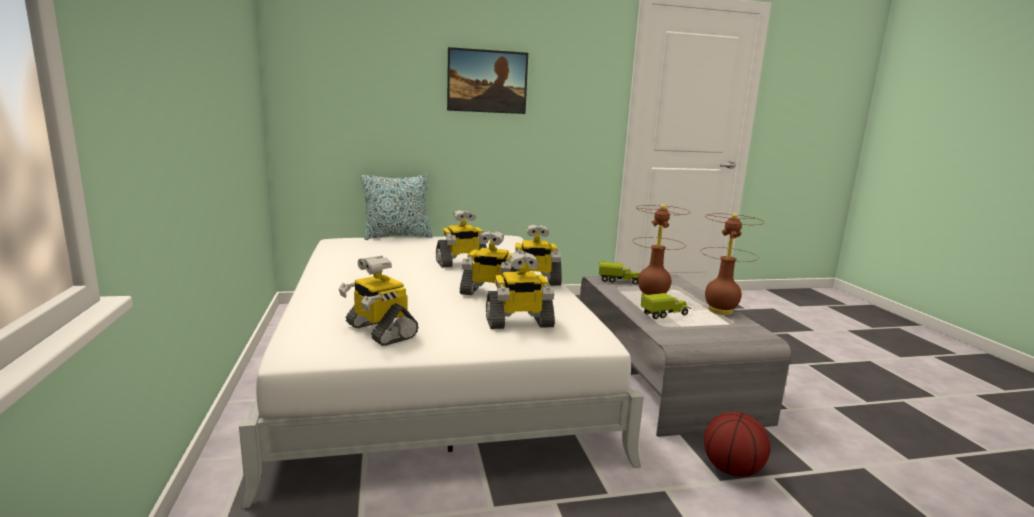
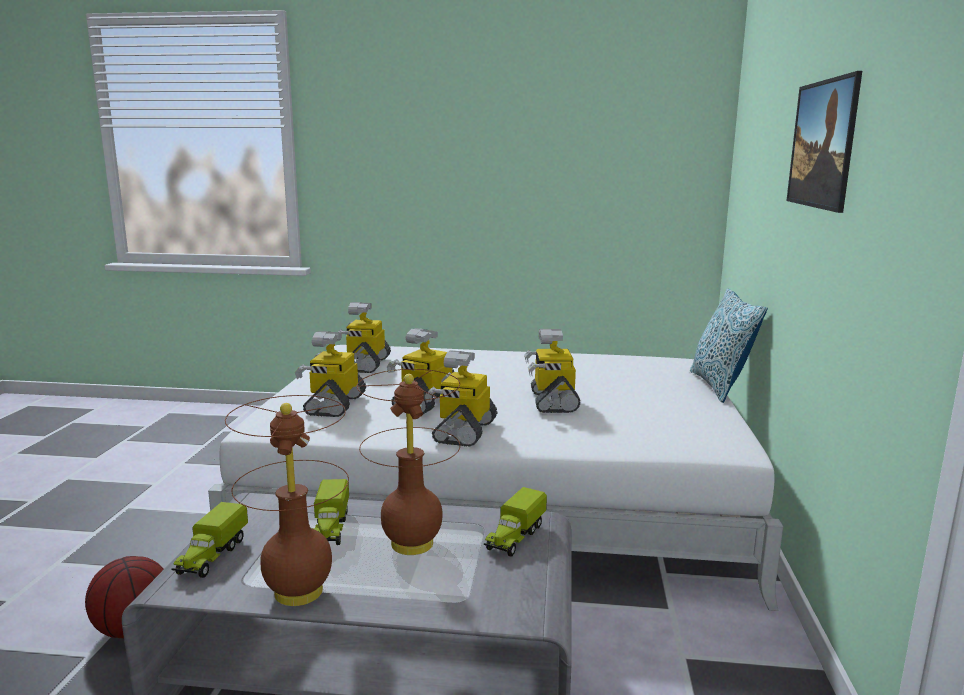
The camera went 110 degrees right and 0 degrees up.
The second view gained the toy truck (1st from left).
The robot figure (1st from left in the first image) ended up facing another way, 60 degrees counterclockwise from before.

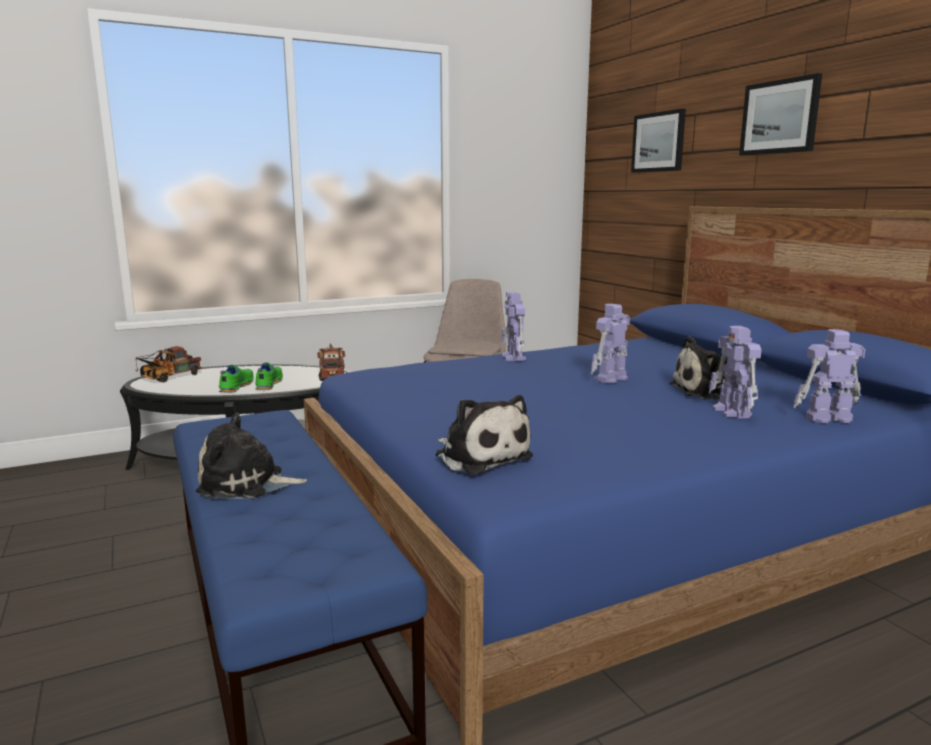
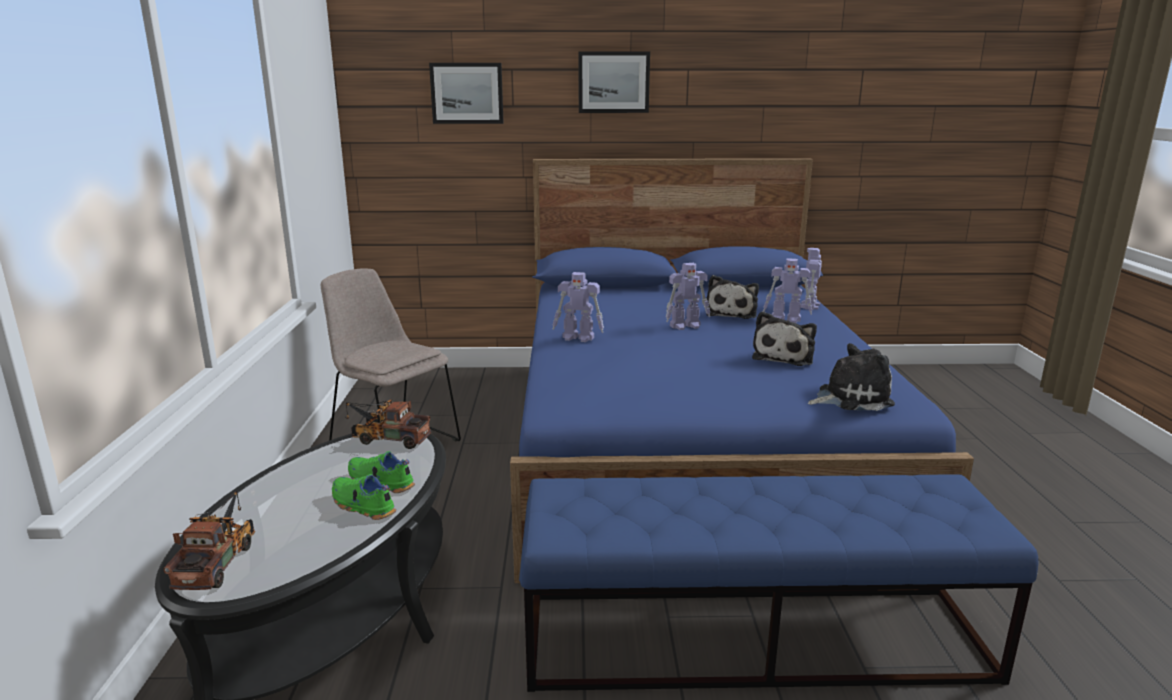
The camera went 65 degrees left and 5 degrees up.
The toy truck (1st from left) ended up facing another way, 150 degrees counterclockwise from before.
The robot figure (2nd from left) ended up facing another way, 90 degrees counterclockwise from before.
The plush toy (1st from left in the first image) ended up elsewhere.

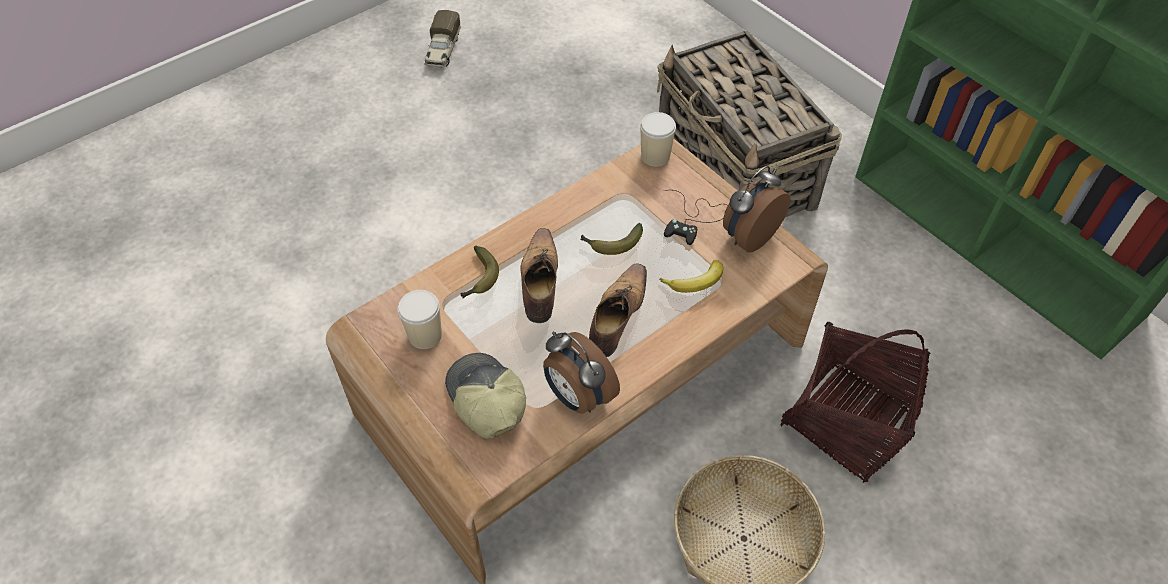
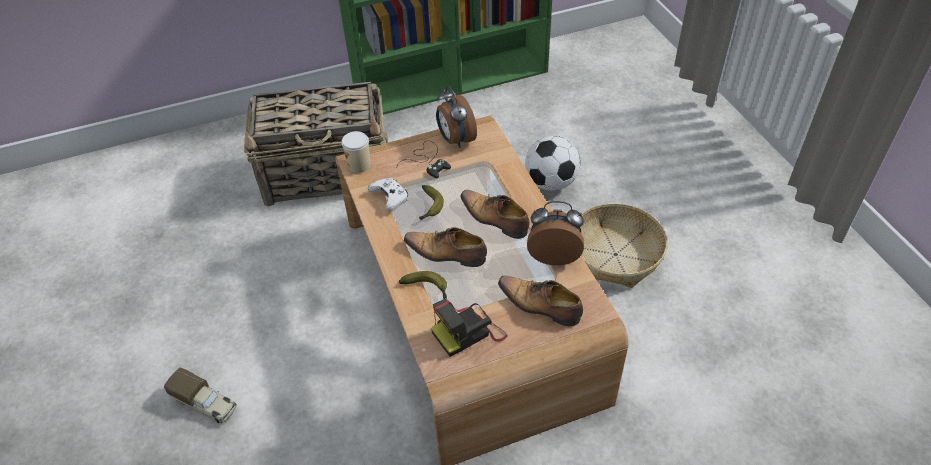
The camera went 70 degrees left and 5 degrees down.
The toy truck ended up elsewhere.
The second view gained the game controller/white-coloured.
Where the cup (1st from left) stood, the still camera came to stand.
Where the peaked cap stood, the item of footwear (3rd from left) came to stand.
Where the storage basket (3rd from left) stood, the football came to stand.
The bedside clock (1st from left in the first image) ended up facing another way, 150 degrees counterclockwise from before.
The second view lost the banana fruit (3rd from left).

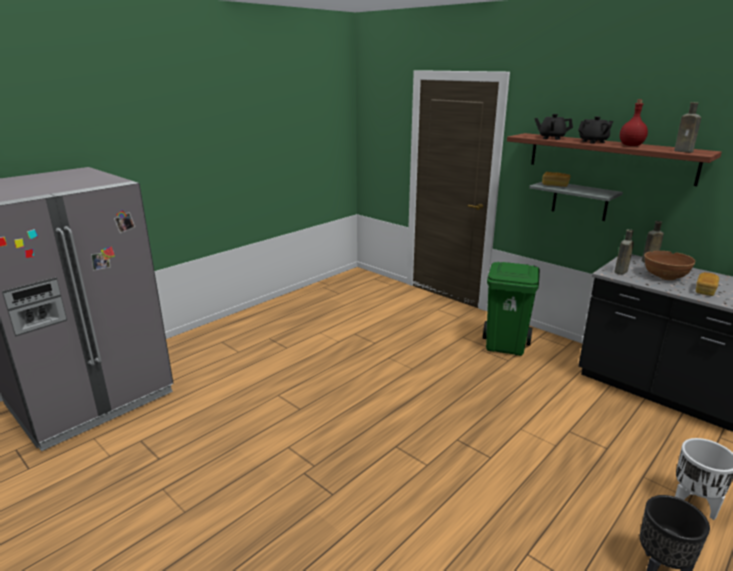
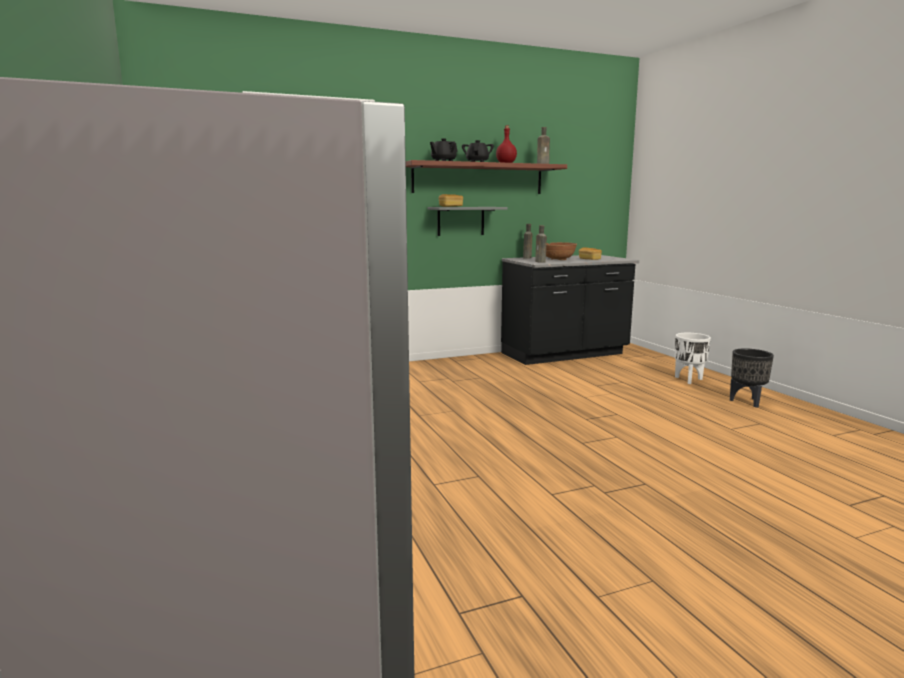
The camera went 65 degrees left and 10 degrees down.
The second view lost the trash can/greenish.

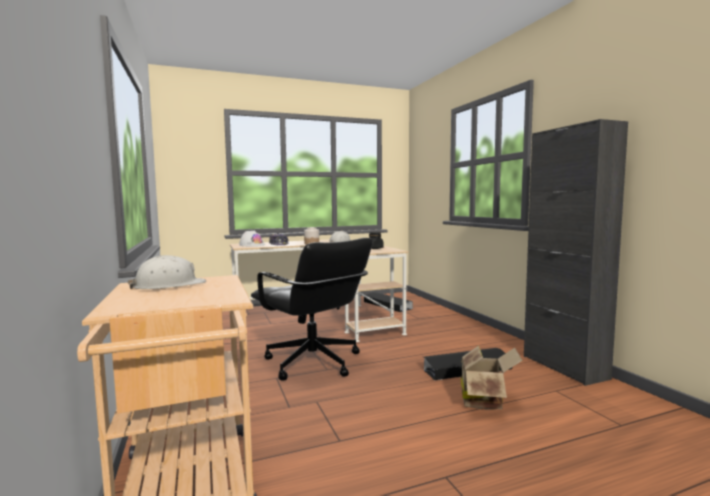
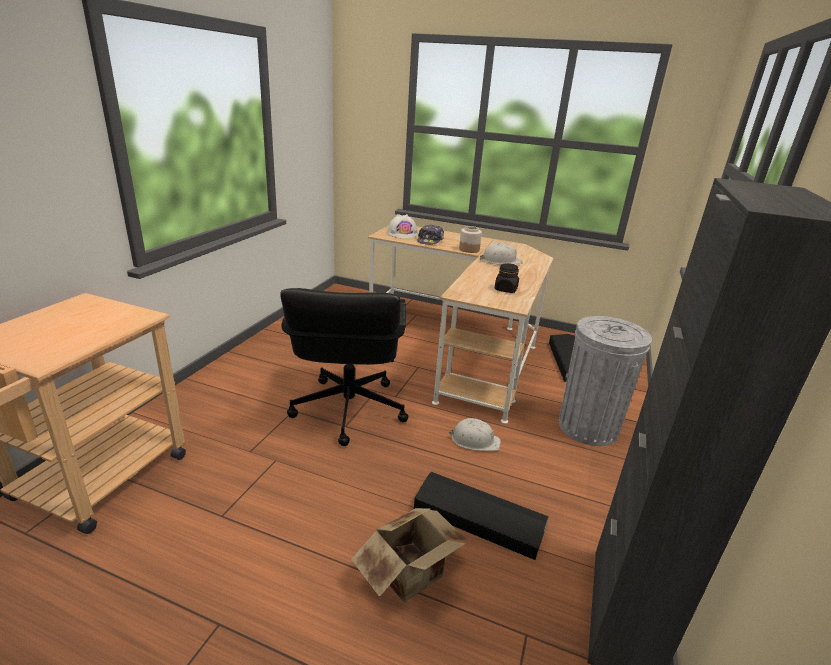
The camera went 40 degrees right and 20 degrees up.
The safety helmet/white-coloured (1st from left in the first image) ended up elsewhere.
The second view gained the trash can/grey.

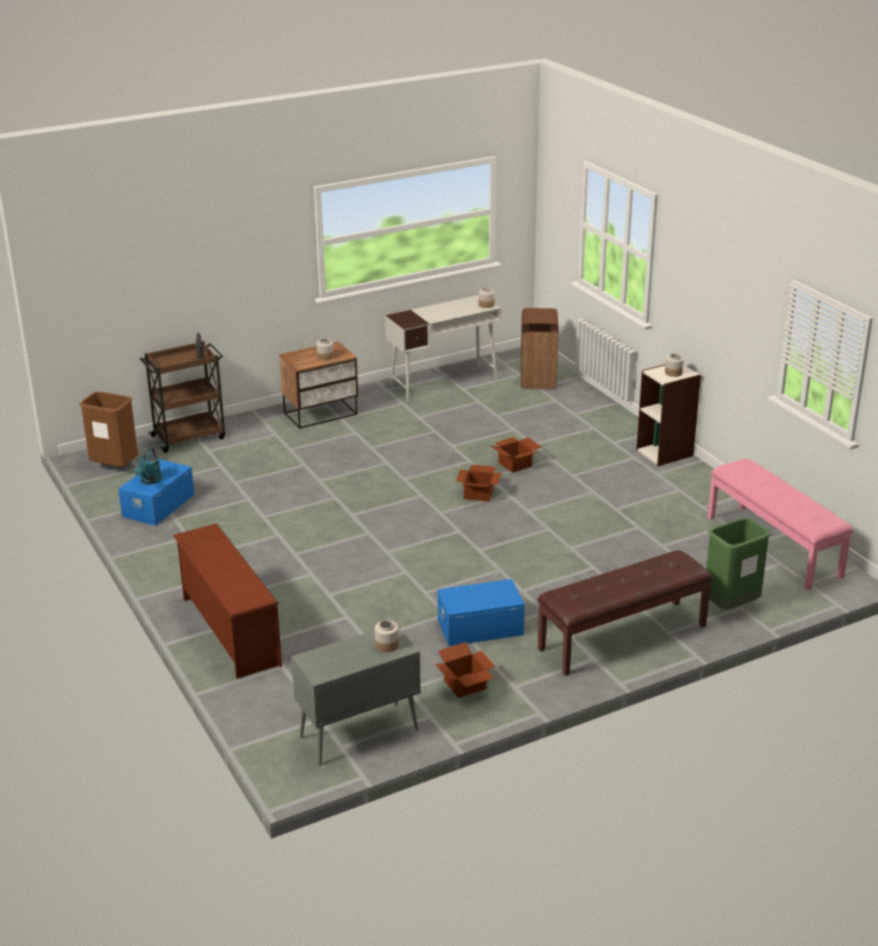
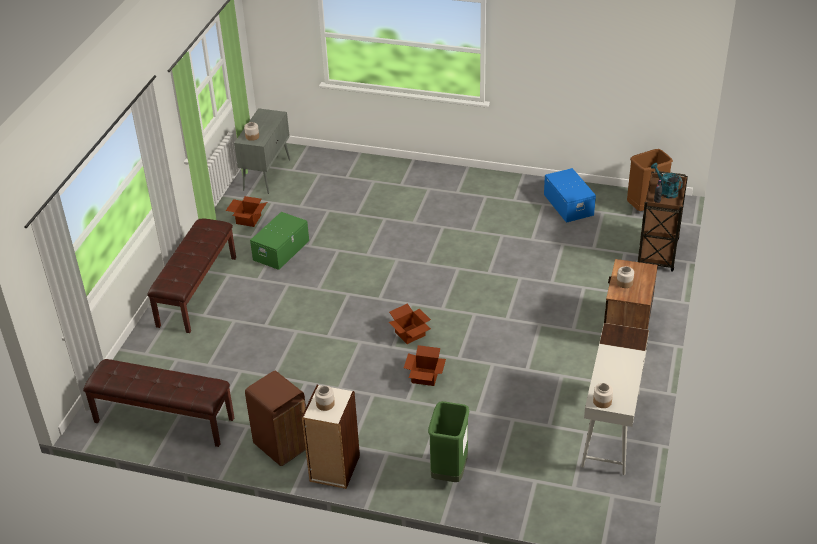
The camera went 135 degrees right and 10 degrees up.
What was the long seat/pink turned into the long seat/brownish (1st from left).
The trash can/brownish (2nd from left in the first image) ended up elsewhere.
What was the storage container/blue-coloured (2nd from left) turned into the storage container/greenish.
The trash can/greenish ended up elsewhere.
The watering pot/blue-green ended up elsewhere.
The second view lost the shoe stand/brownish.

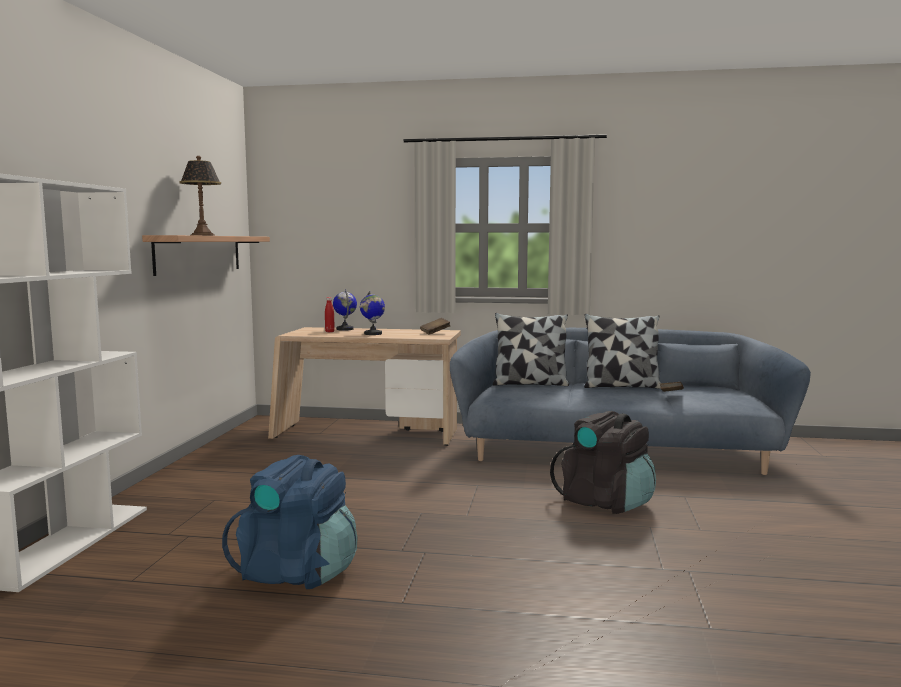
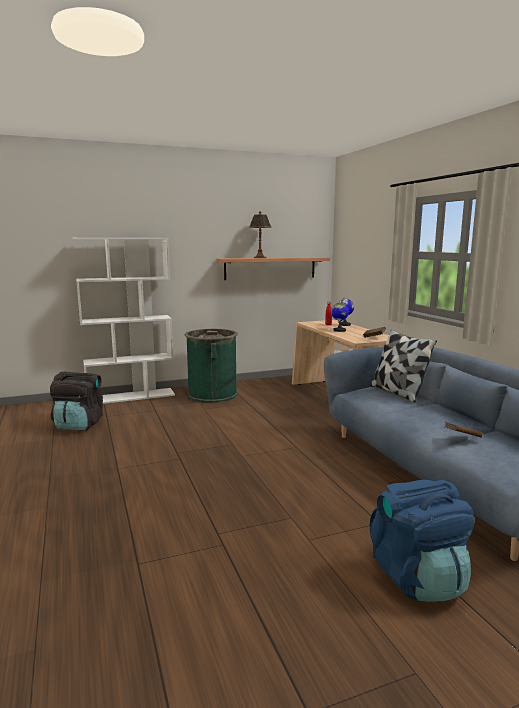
The camera went 60 degrees right and 5 degrees up.
The rucksack/black ended up elsewhere.
The second view gained the trash can/greenish.
The rucksack/blue-coloured ended up elsewhere.
The second view lost the cushion (2nd from left).

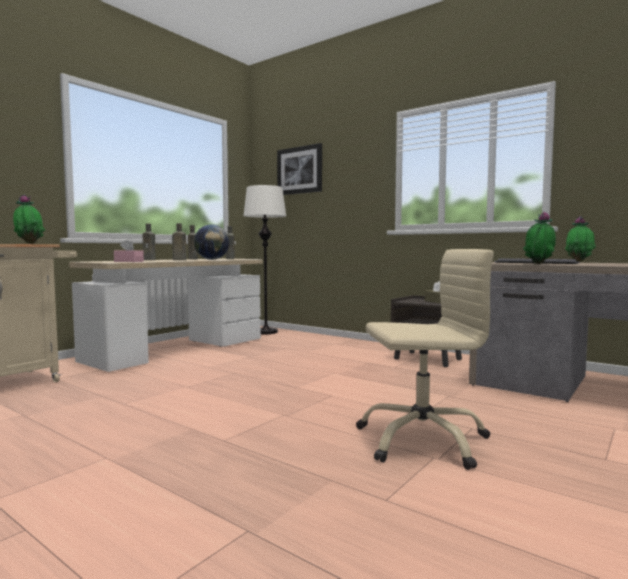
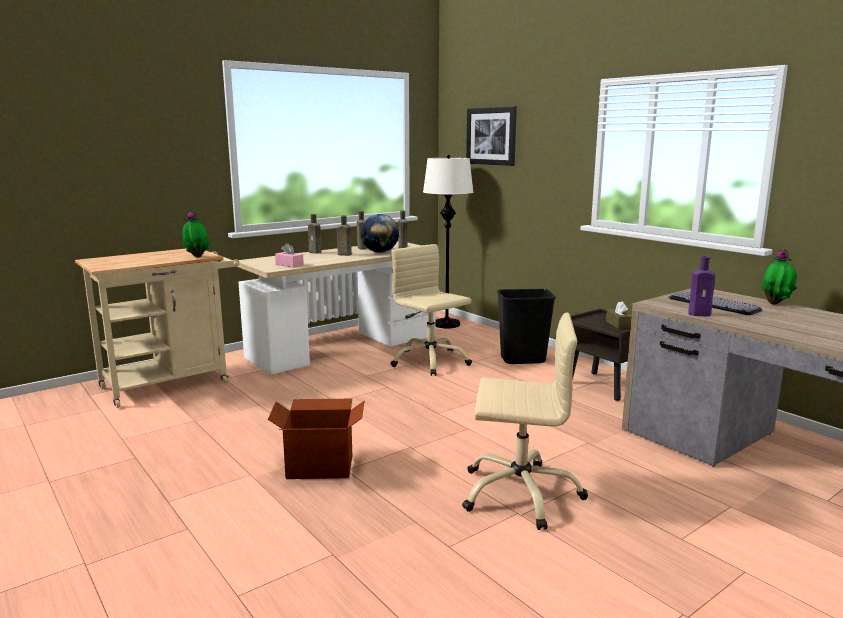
The camera went 15 degrees right and 10 degrees up.
The second view gained the carton.
The second view gained the computer chair/sand-coloured (1st from left).
The second view gained the trash can/black.
Where the houseplant (2nd from left) stood, the beverage bottle/purple came to stand.

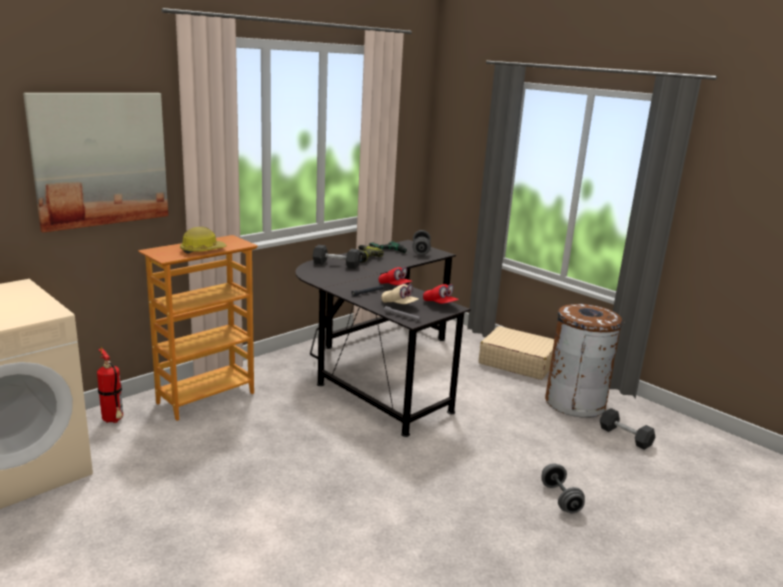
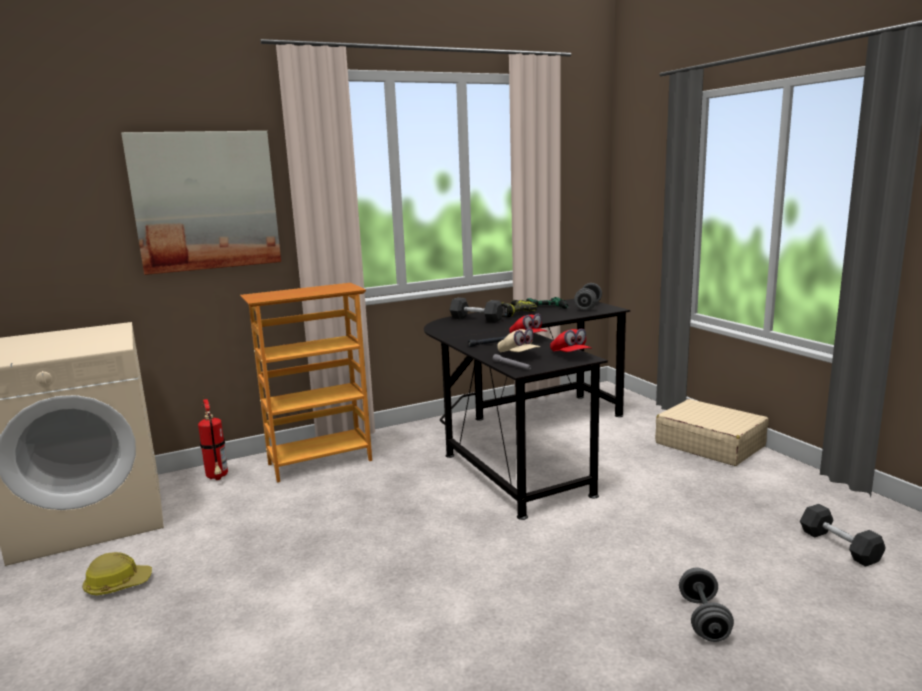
The camera went 20 degrees right and 5 degrees down.
The safety helmet ended up elsewhere.
The second view lost the trash can/brownish.

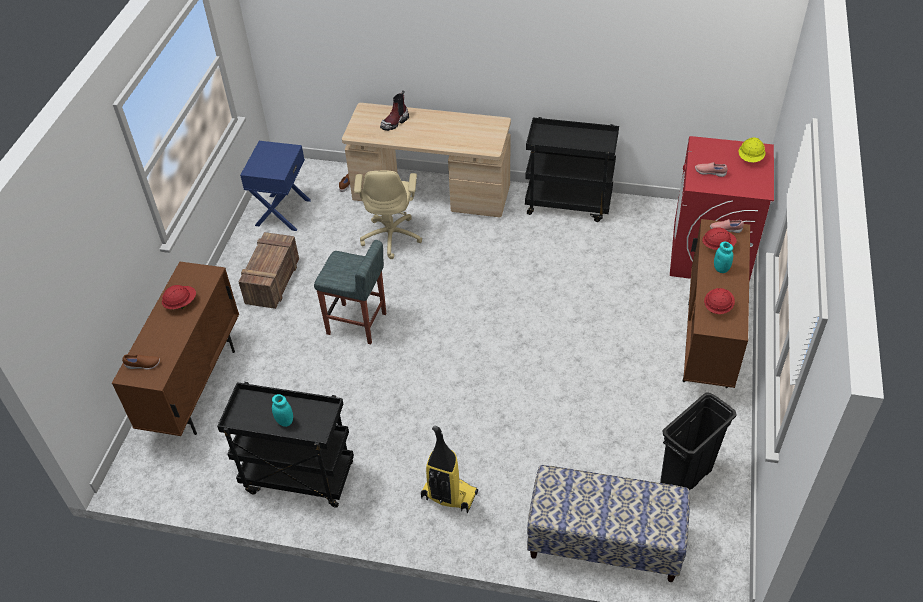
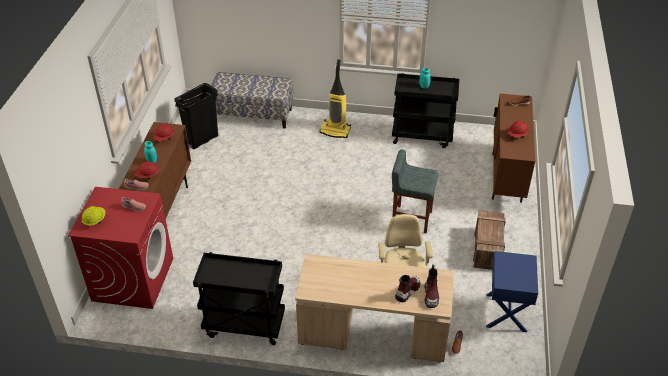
The camera went 175 degrees right and 5 degrees down.
The second view gained the tall boot (2nd from left).

